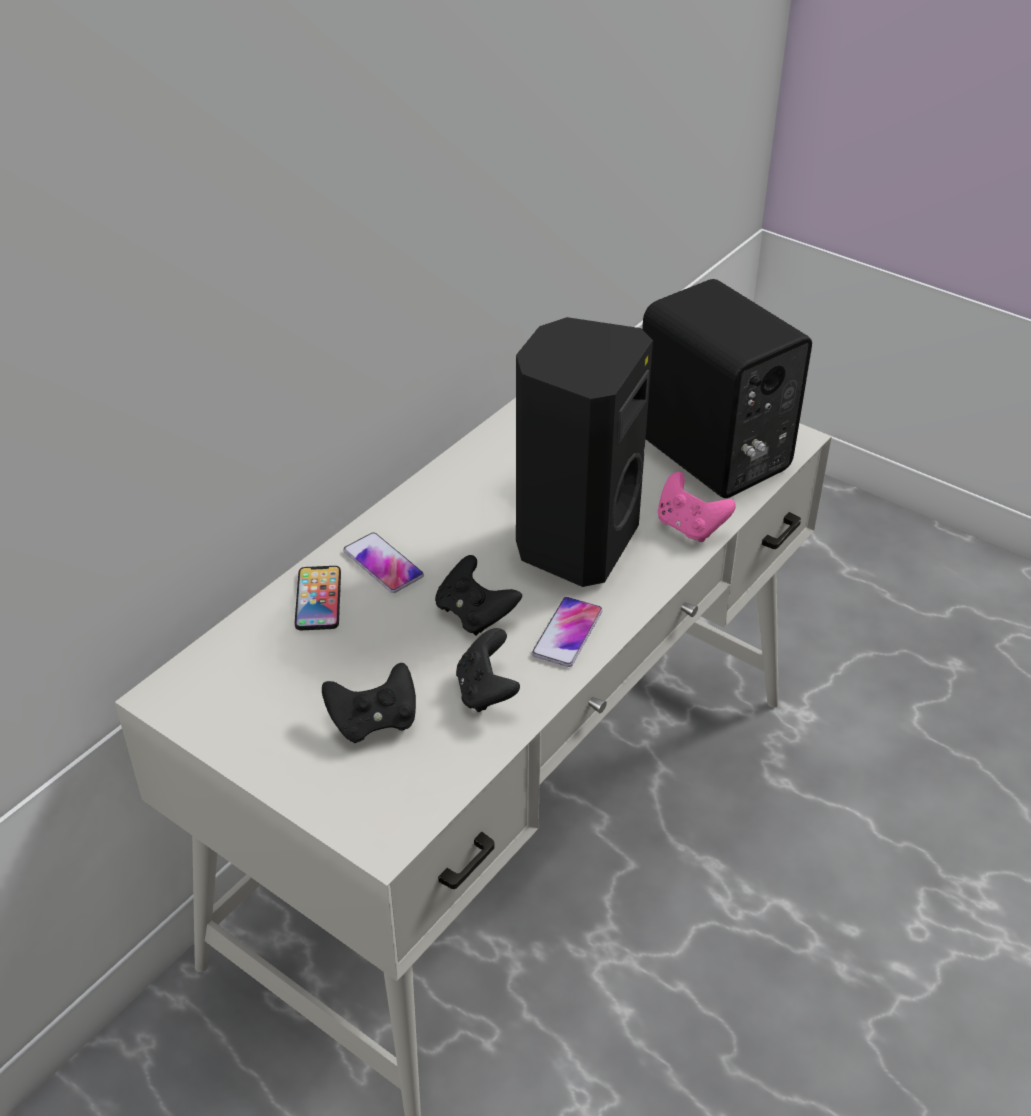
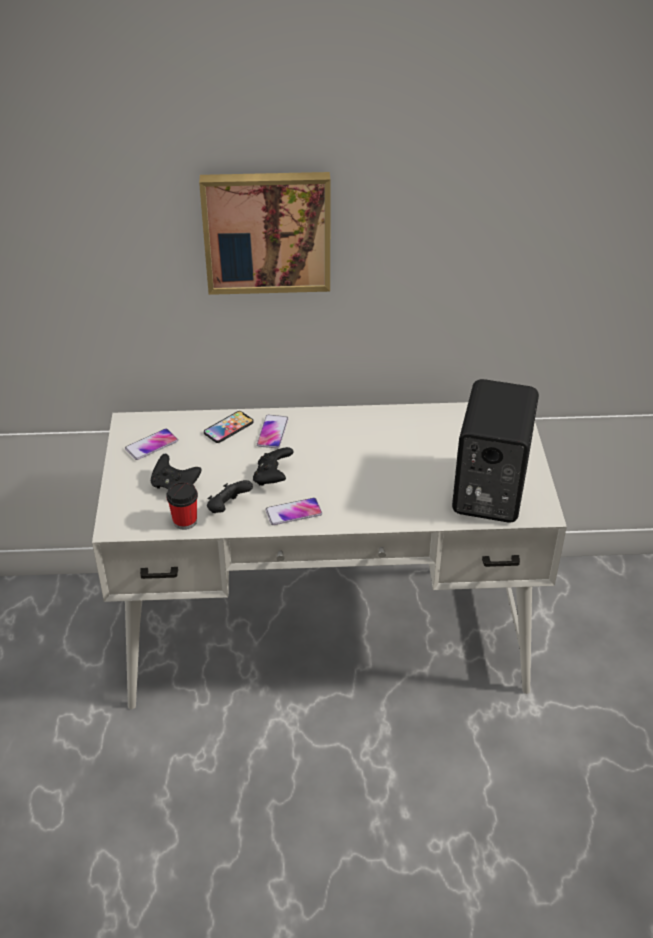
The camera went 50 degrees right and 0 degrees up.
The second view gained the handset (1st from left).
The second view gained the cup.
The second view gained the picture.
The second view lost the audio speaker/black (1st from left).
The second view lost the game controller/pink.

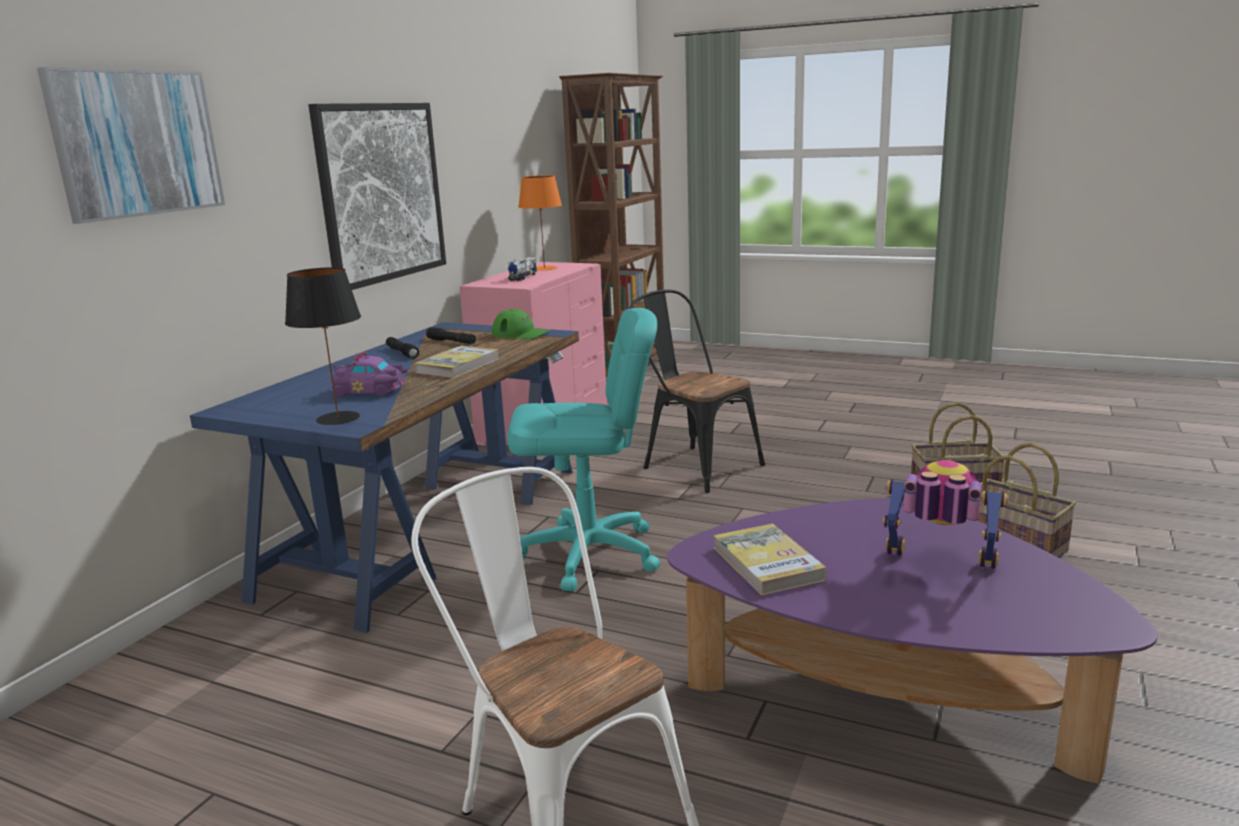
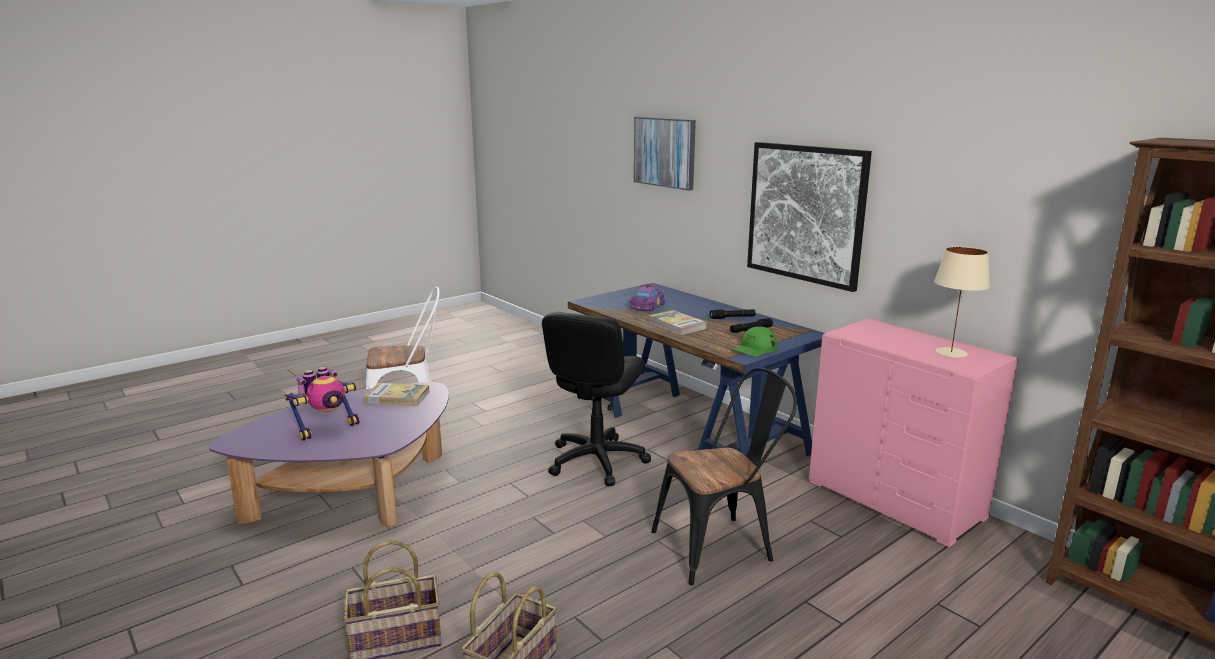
The camera went 115 degrees right and 0 degrees up.
What was the computer chair/blue-green turned into the computer chair/black.
What was the tabletop lamp/orangey turned into the tabletop lamp/sand-coloured.
The second view lost the tabletop lamp/black.
The second view lost the toy truck.

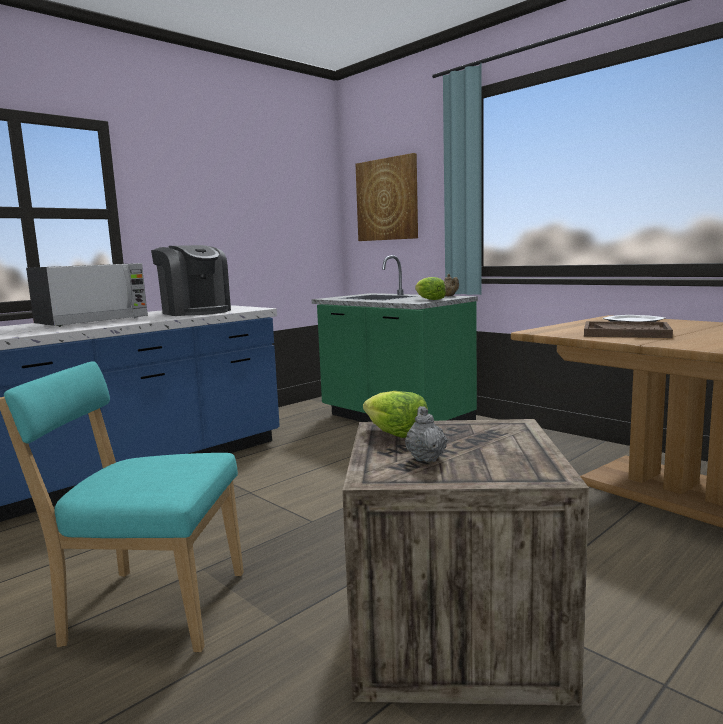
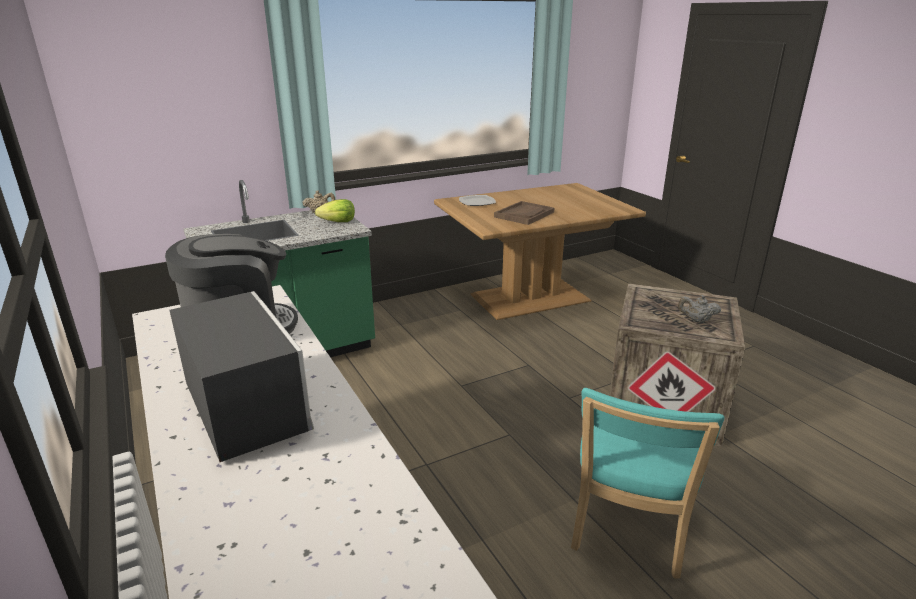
The camera went 75 degrees left and 15 degrees up.
The second view lost the picture.
The second view lost the lettuce (1st from left).

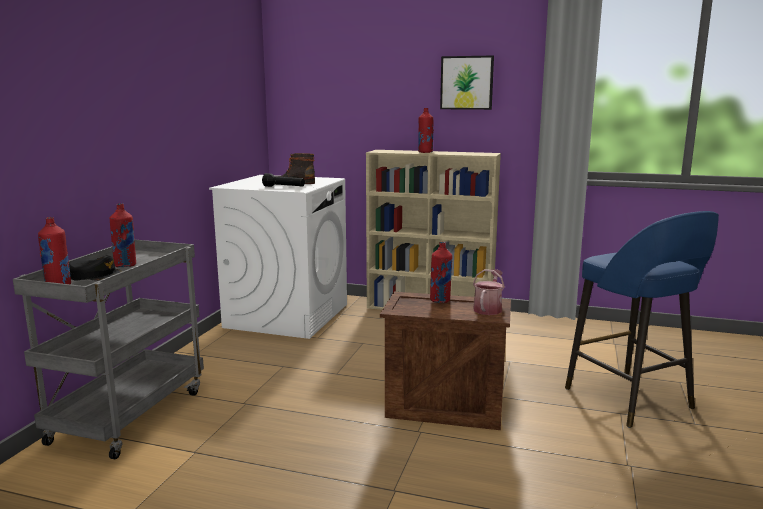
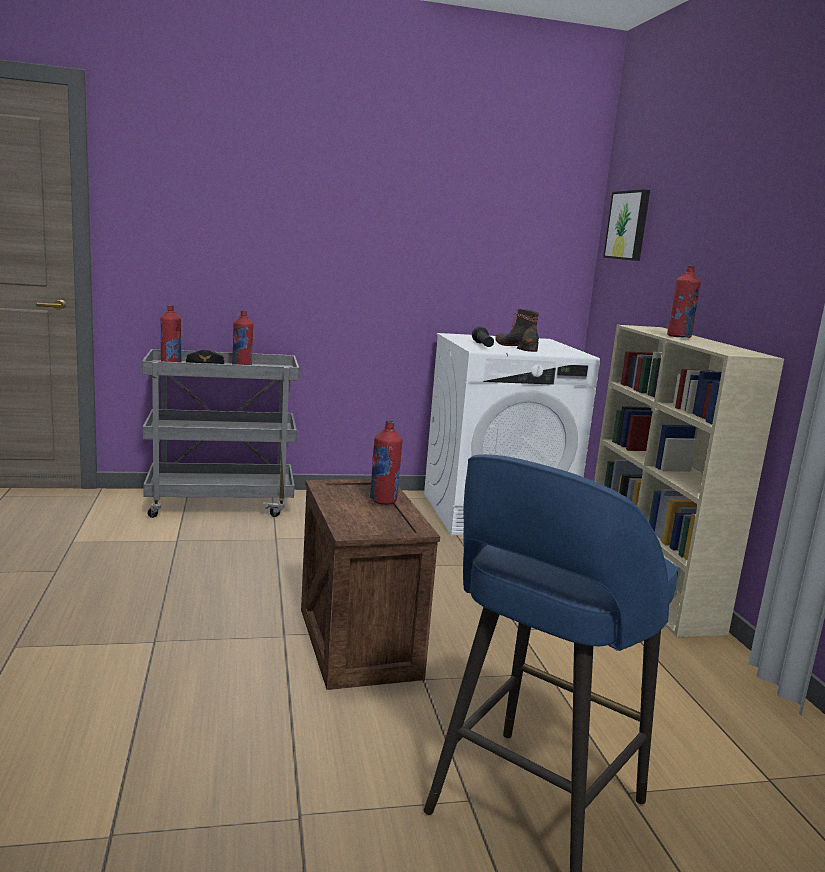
The camera went 60 degrees right and 0 degrees up.
The picture ended up elsewhere.
The second view lost the watering pot.

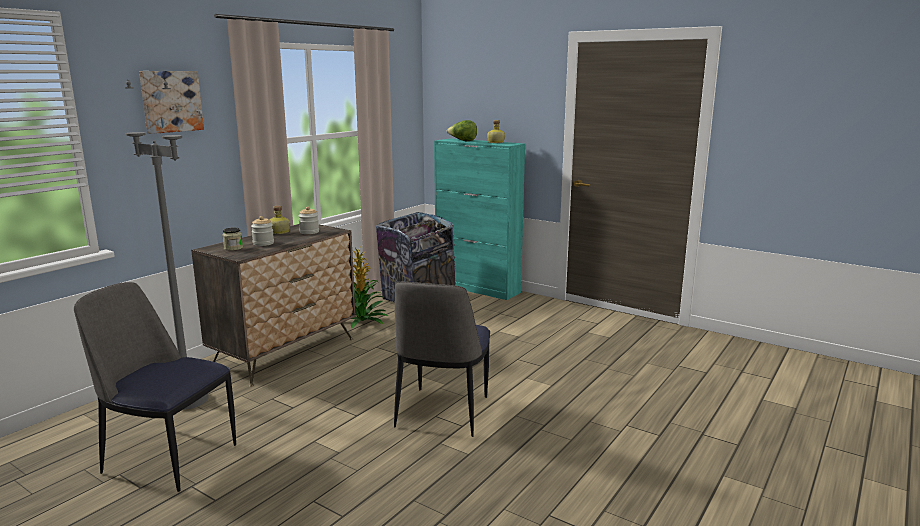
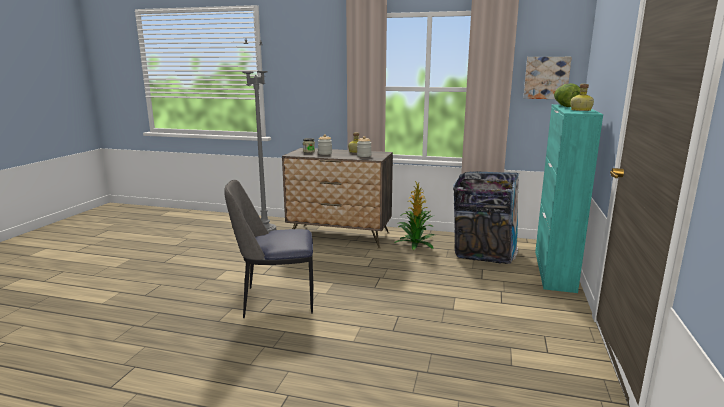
The camera went 70 degrees right and 0 degrees up.
The picture ended up elsewhere.
The second view lost the upright chair (1st from left).

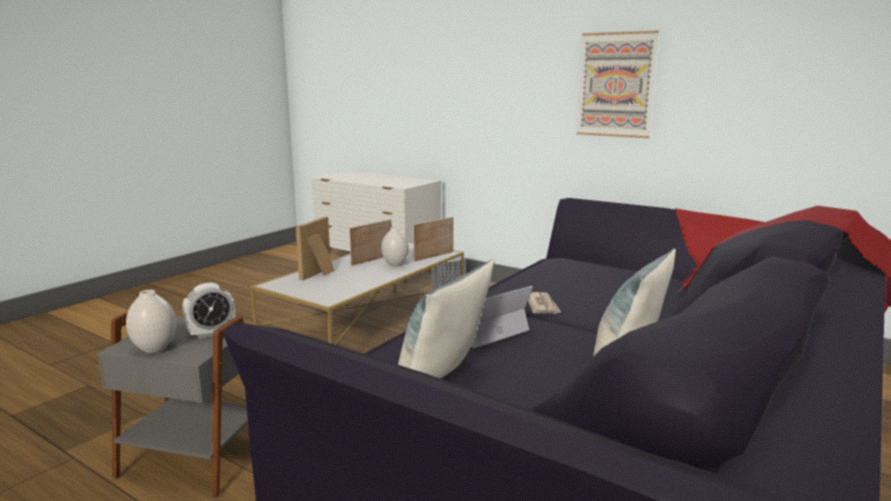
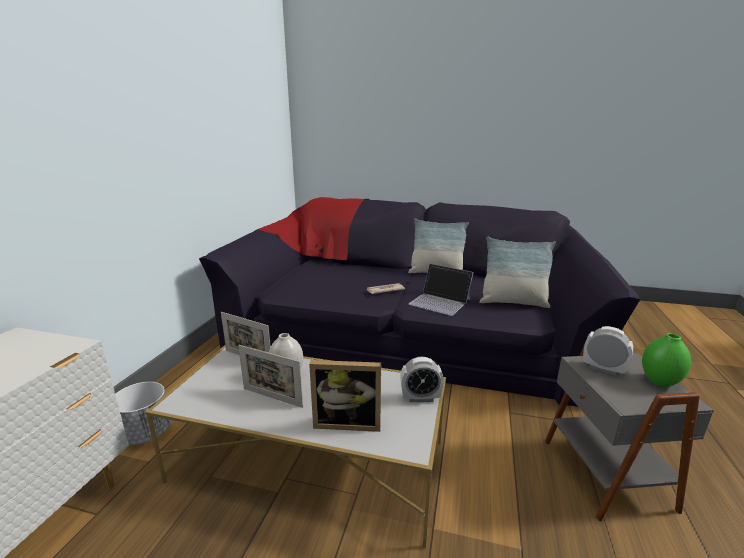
The camera went 110 degrees left and 5 degrees up.
The second view gained the bedside clock (1st from left).
What was the decorative vase/white-coloured (1st from left) turned into the decorative vase/greenish.
The second view lost the picture.

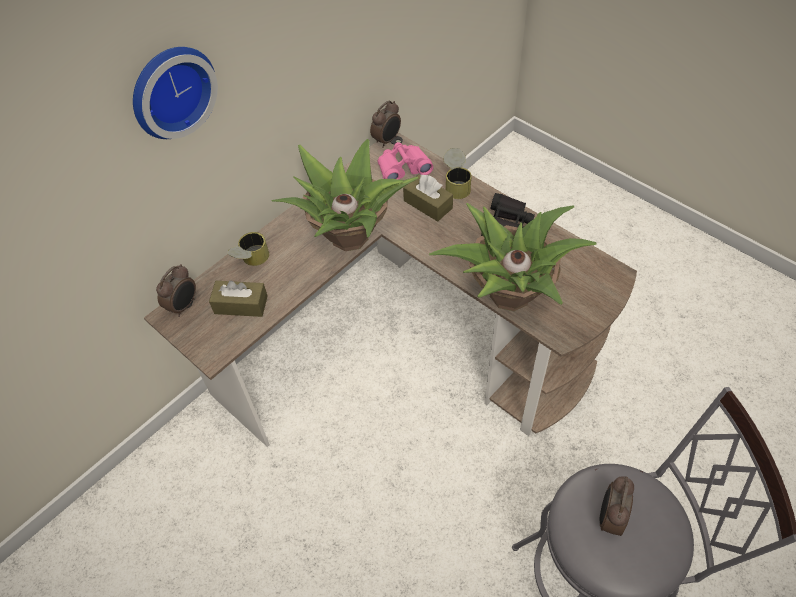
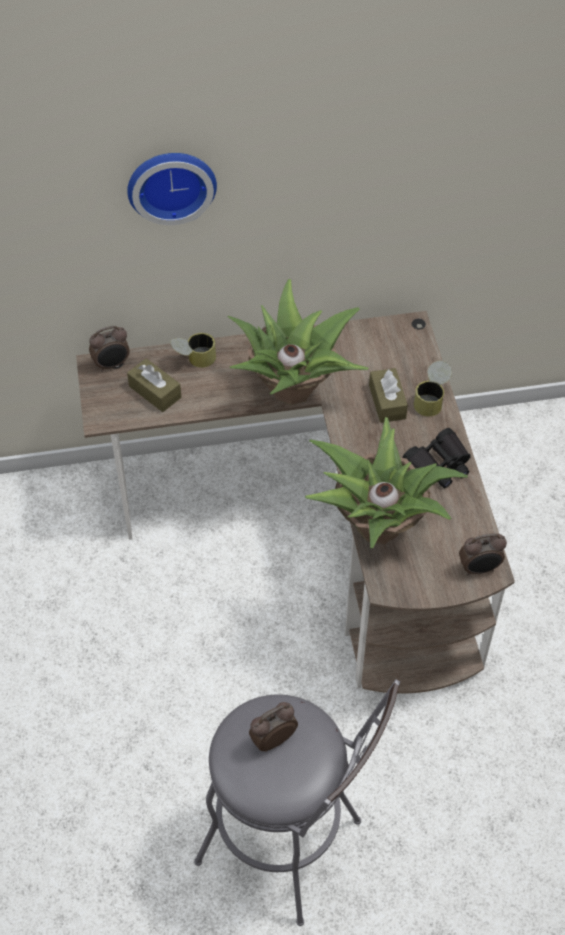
The camera went 35 degrees right and 0 degrees up.
The bedside clock (2nd from left in the first image) ended up elsewhere.
The second view lost the binoculars/pink.

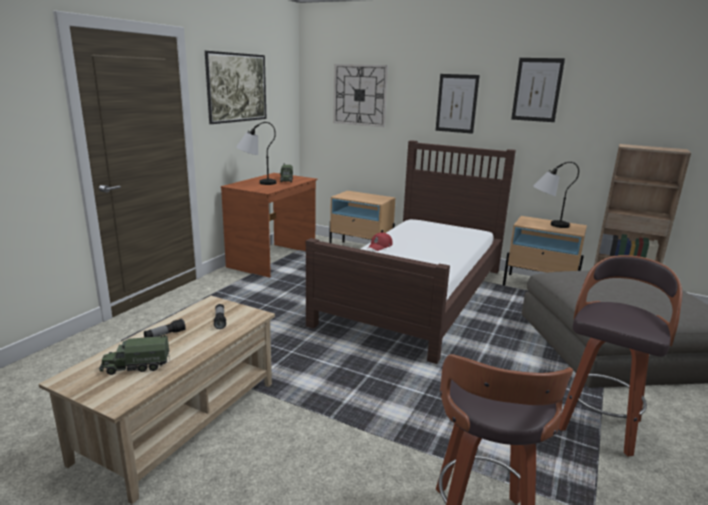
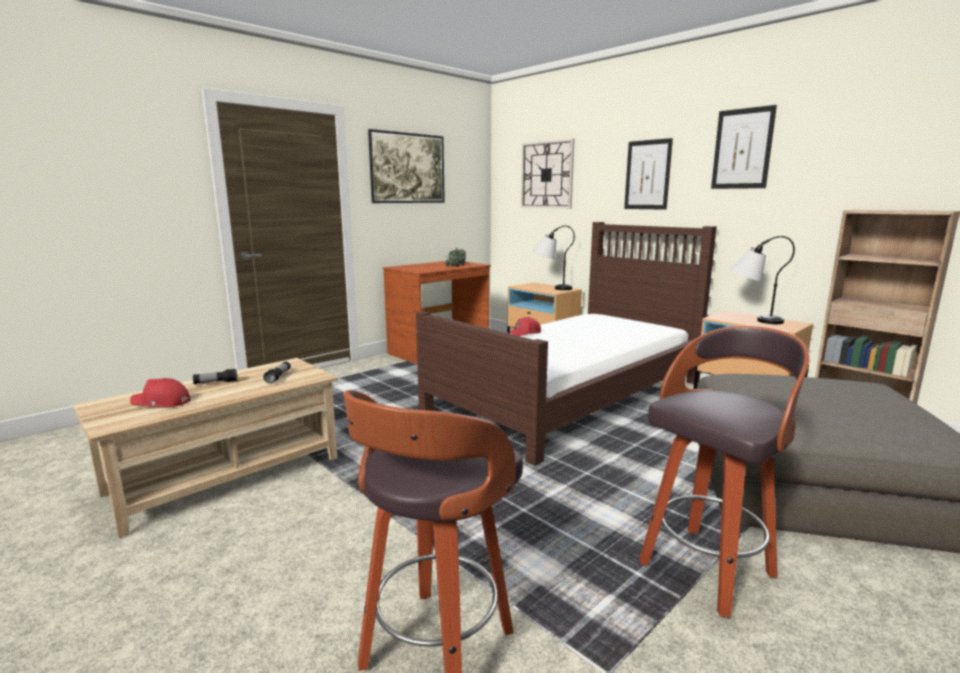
The camera went 20 degrees right and 5 degrees down.
Where the toy truck (1st from left) stood, the peaked cap/reddish (1st from left) came to stand.
The tabletop lamp (1st from left) ended up elsewhere.

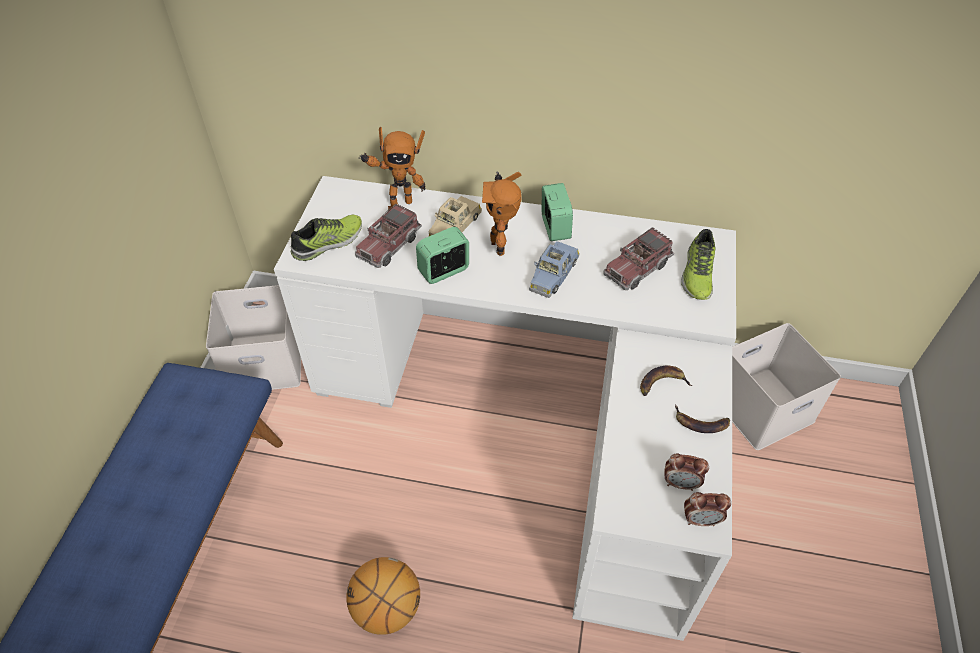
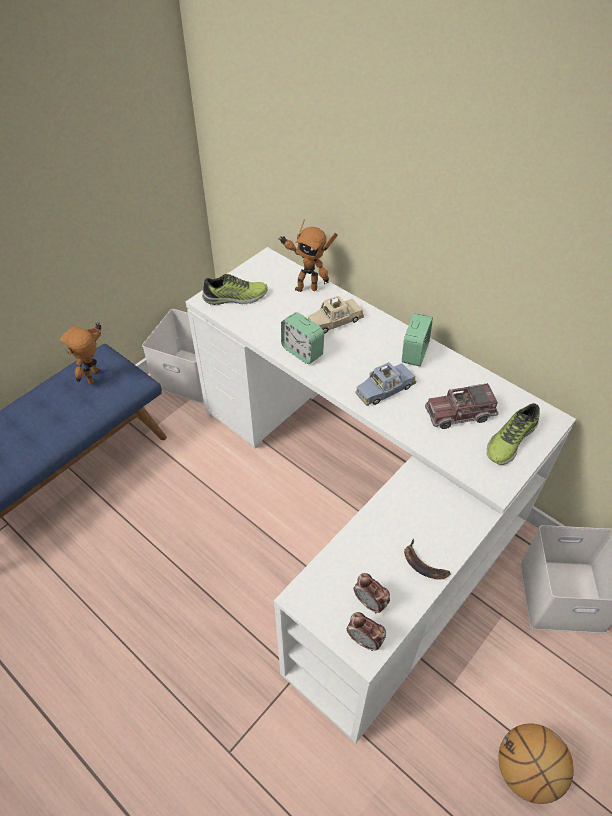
The camera went 30 degrees right and 0 degrees up.
The robot figure (2nd from left in the first image) ended up elsewhere.
The bedside clock (1st from left) ended up facing another way, 135 degrees counterclockwise from before.
The ball for basketball ended up elsewhere.
The second view lost the toy truck (1st from left).
The second view lost the banana fruit (1st from left).

